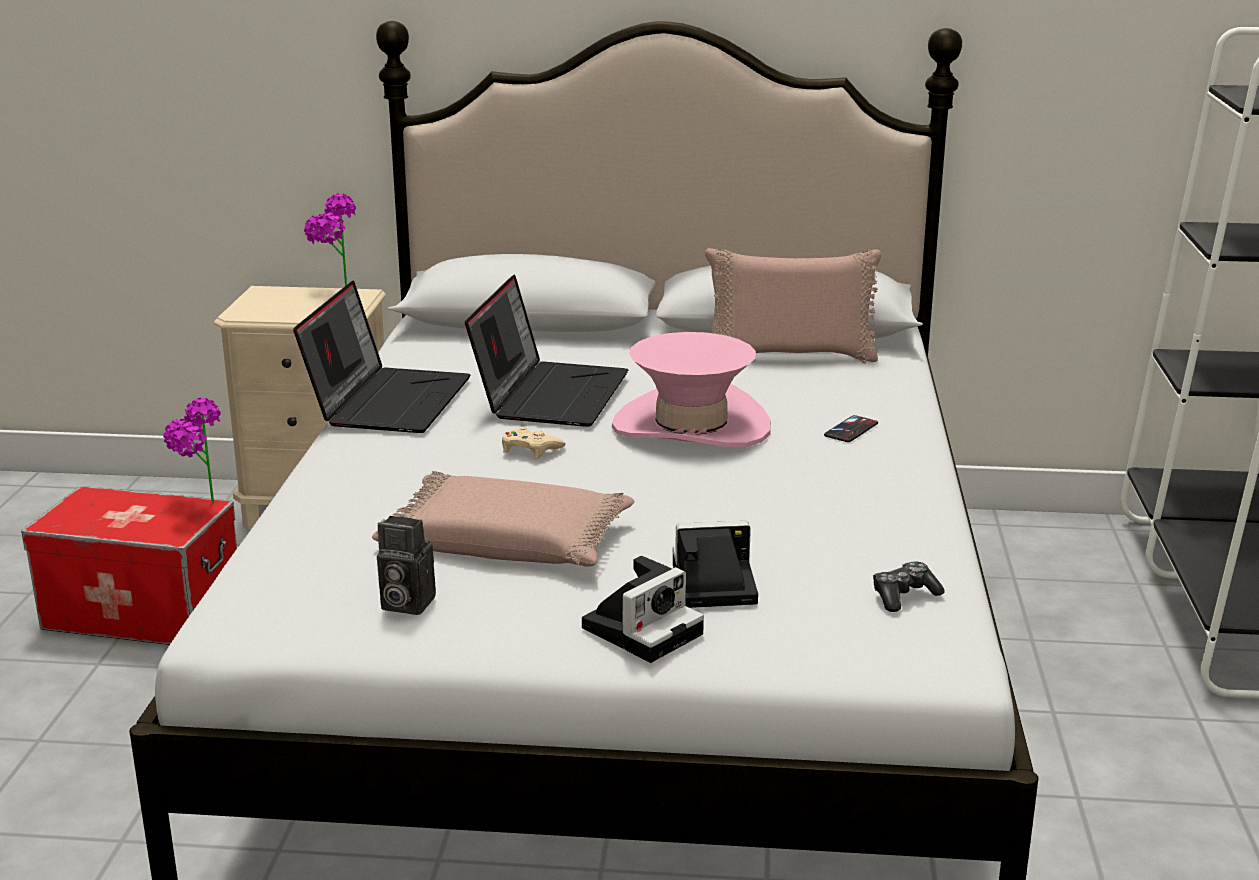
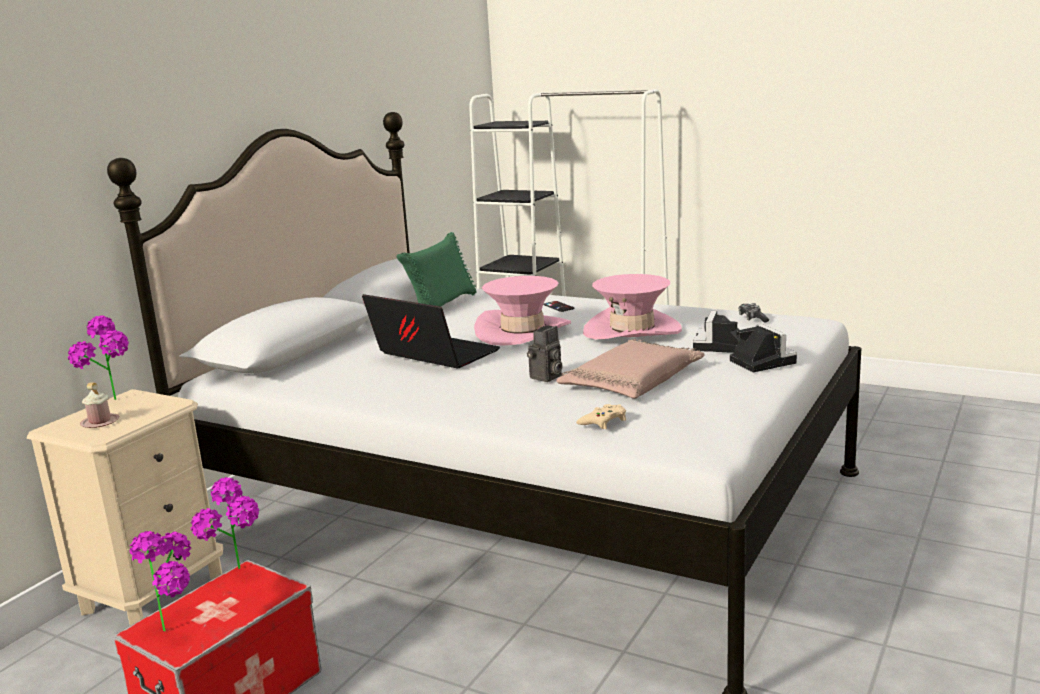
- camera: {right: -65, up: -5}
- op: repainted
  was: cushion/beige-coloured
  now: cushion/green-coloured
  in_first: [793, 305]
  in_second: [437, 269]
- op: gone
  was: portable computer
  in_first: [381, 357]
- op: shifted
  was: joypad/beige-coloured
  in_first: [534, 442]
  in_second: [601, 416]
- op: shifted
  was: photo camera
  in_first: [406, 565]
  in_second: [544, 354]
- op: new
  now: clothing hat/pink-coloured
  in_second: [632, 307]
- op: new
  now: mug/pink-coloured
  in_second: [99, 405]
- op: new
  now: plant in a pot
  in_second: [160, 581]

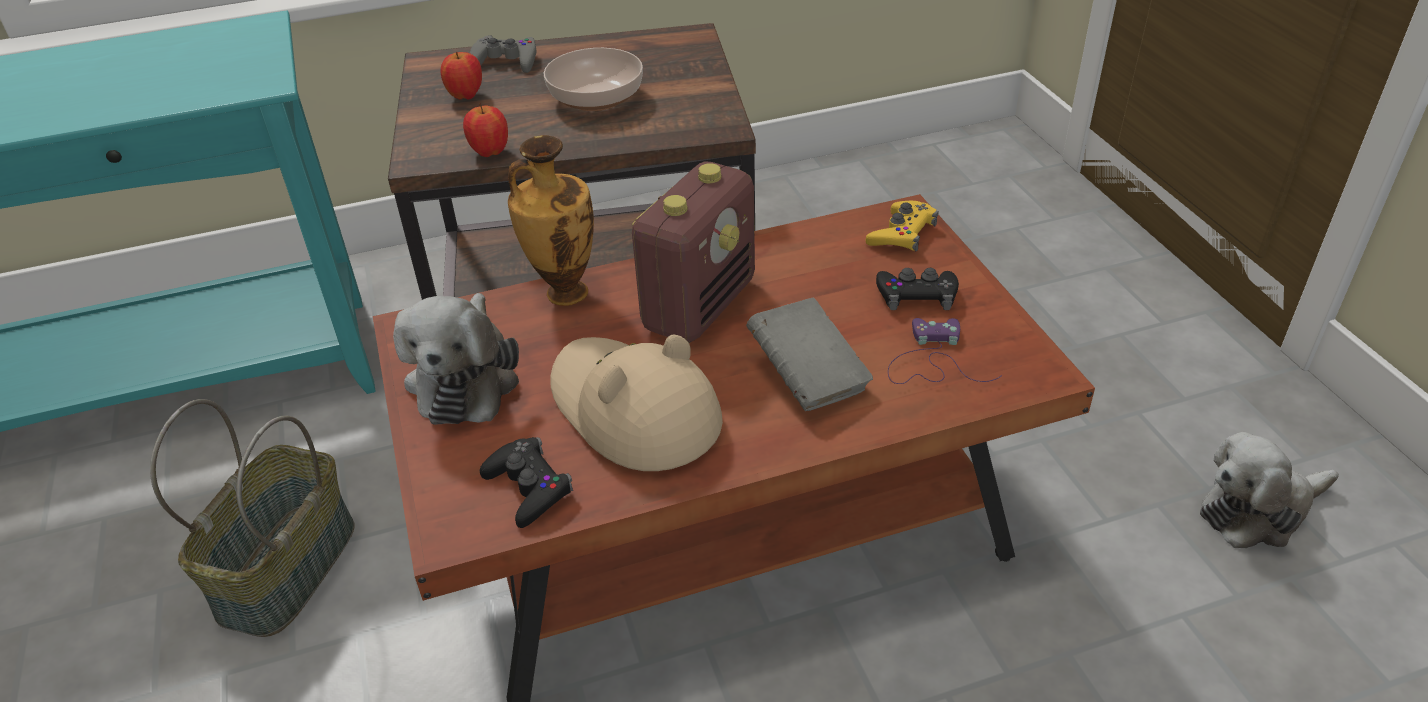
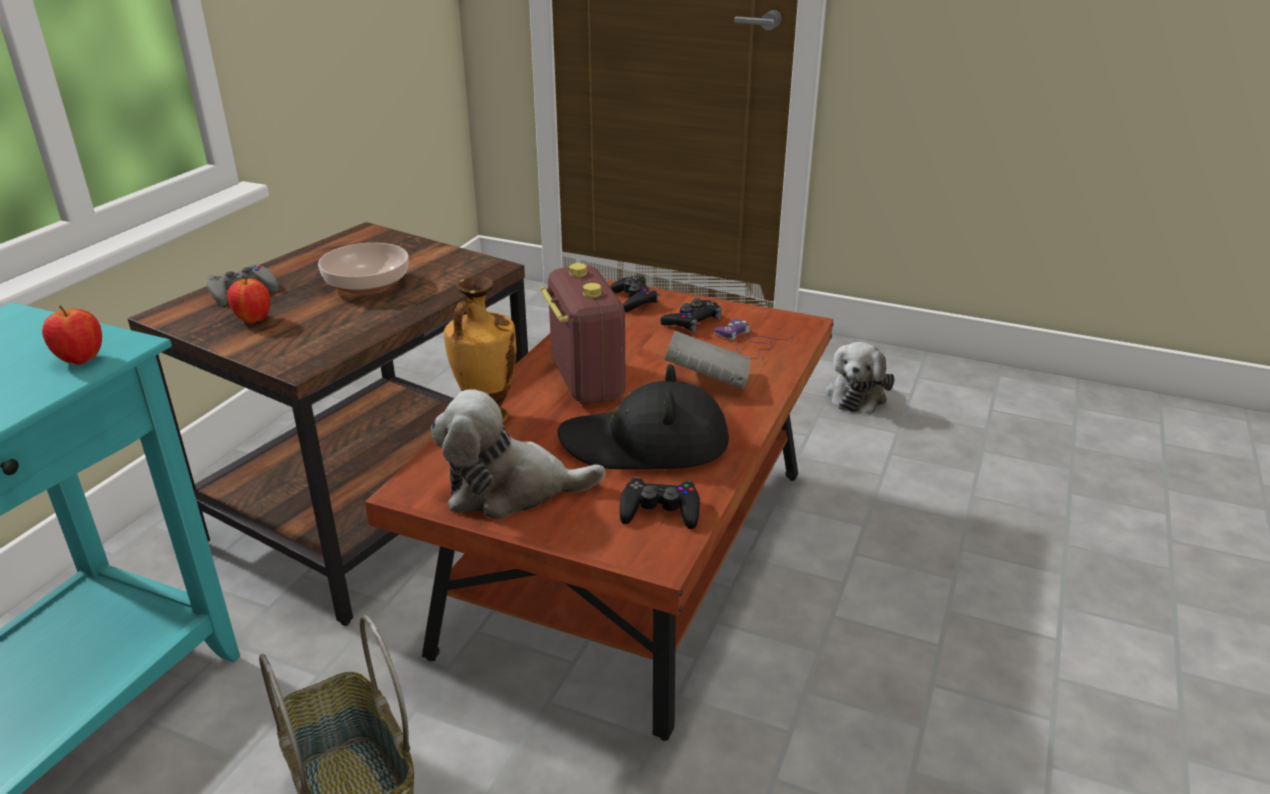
- camera: {right: -50, up: -10}
- op: shifted
  was: apple fruit
  in_first: [485, 130]
  in_second: [72, 335]
- op: repainted
  was: joypad/yellow
  now: joypad/blackish
  in_first: [902, 226]
  in_second: [634, 294]
- op: rotated
  was: plush toy
  in_first: [456, 359]
  in_second: [518, 454]
  clockwise: 135
- op: repainted
  was: clothing hat/beige-coloured
  now: clothing hat/blackish
  in_first: [636, 403]
  in_second: [643, 416]

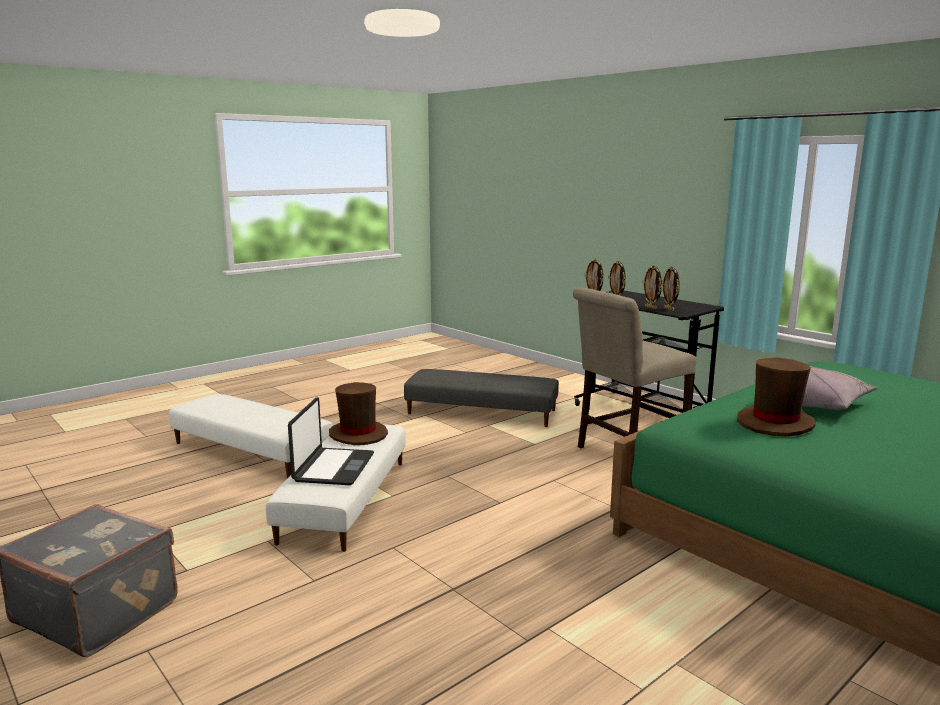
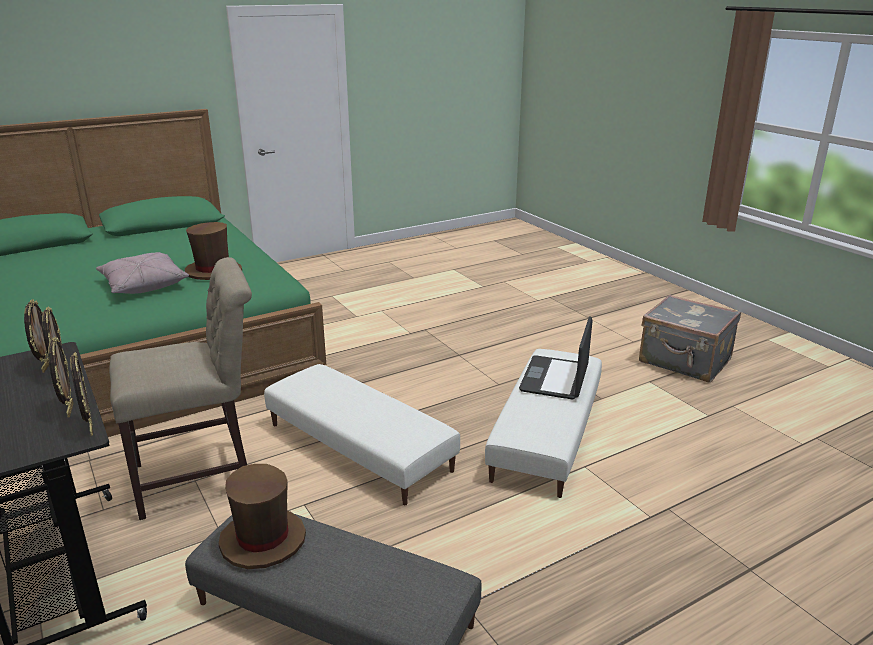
- camera: {right: -170, up: 10}
- op: shifted
  was: clothing hat/brown-coloured
  in_first: [358, 413]
  in_second: [262, 516]
- op: shifted
  was: footrest/whitish
  in_first: [251, 436]
  in_second: [362, 434]

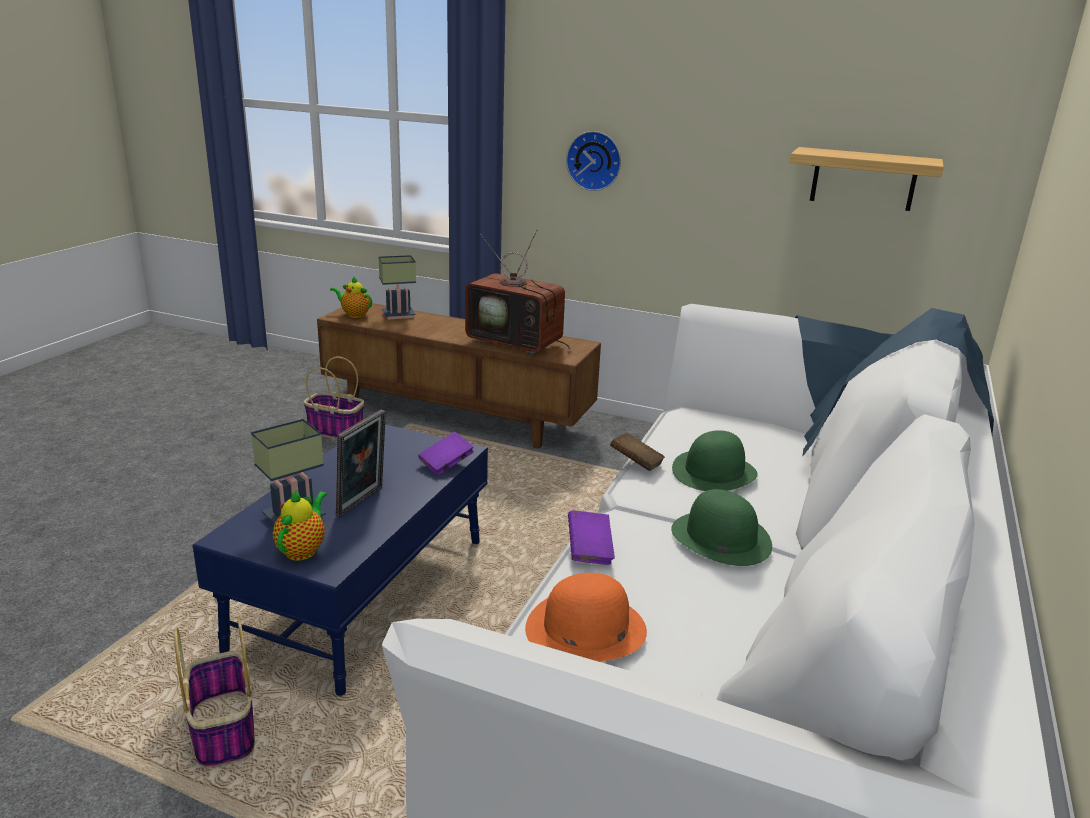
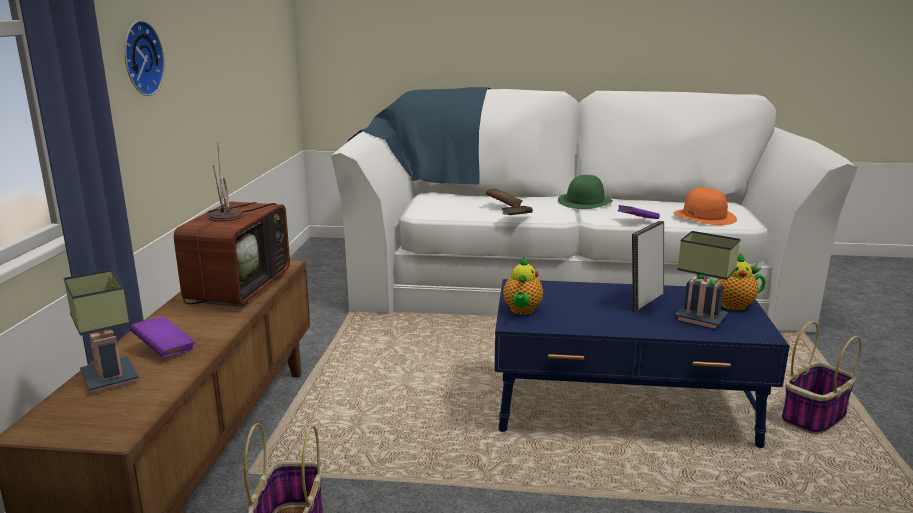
- camera: {right: -105, up: -5}
- op: gone
  was: wall shelf
  in_first: [867, 179]
- op: shifted
  was: teapot
  in_first: [351, 297]
  in_second: [523, 286]
- op: rotated
  was: standing frame
  in_first: [361, 463]
  in_second: [648, 266]
  clockwise: -60
- op: swapped
  was: clothing hat/green-coloured
  now: volume/brown-coloured
  in_first: [715, 460]
  in_second: [504, 197]
- op: shifted
  was: volume/purple
  in_first: [446, 453]
  in_second: [162, 337]

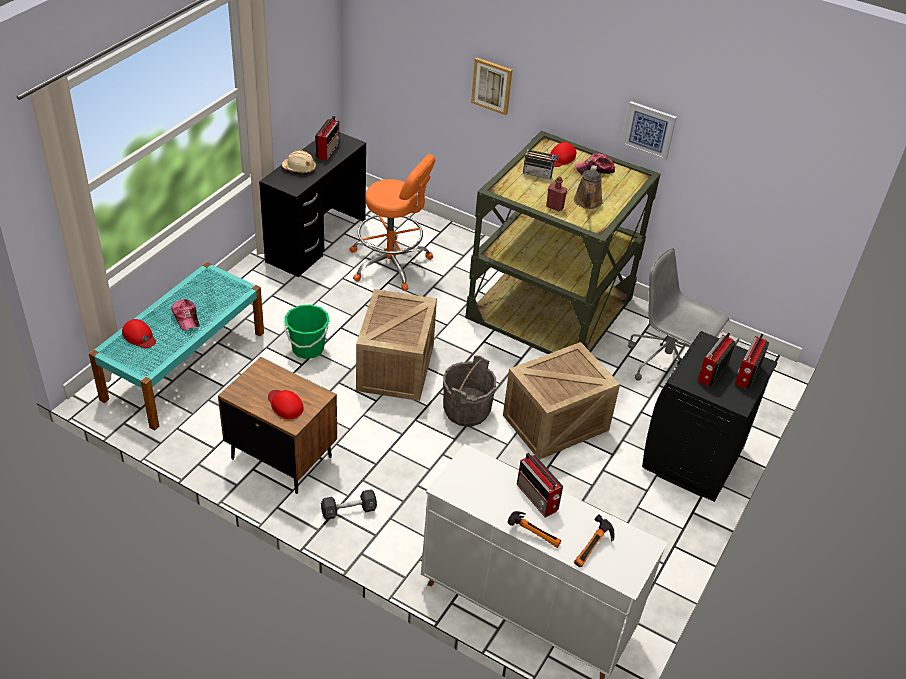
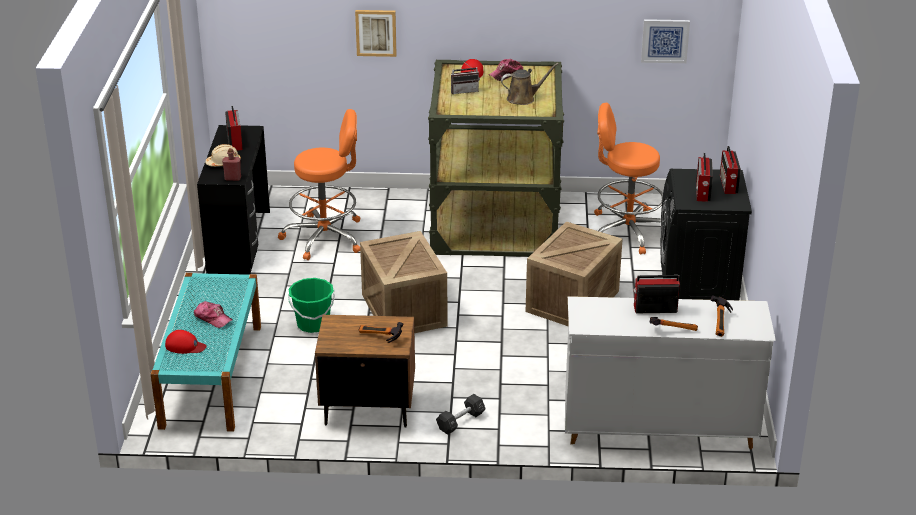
- camera: {right: -25, up: -10}
- op: shifted
  was: picture
  in_first: [649, 131]
  in_second: [665, 41]
- op: rotated
  was: watering can/brown-coloured
  in_first: [588, 187]
  in_second: [530, 84]
  clockwise: -90
- op: shifted
  was: drink bottle/red-coloured
  in_first: [556, 193]
  in_second: [231, 164]
- op: swapped
  was: desk chair/gray
  now: stool/orangey
  in_first: [679, 314]
  in_second: [628, 179]
- op: gone
  was: water bucket/gray
  in_first: [469, 391]
- op: swapped
  was: peaked cap/red-coloured
  now: hammer
  in_first: [286, 404]
  in_second: [381, 332]
- op: rotated
  was: radio
  in_first: [540, 485]
  in_second: [656, 294]
  clockwise: 150

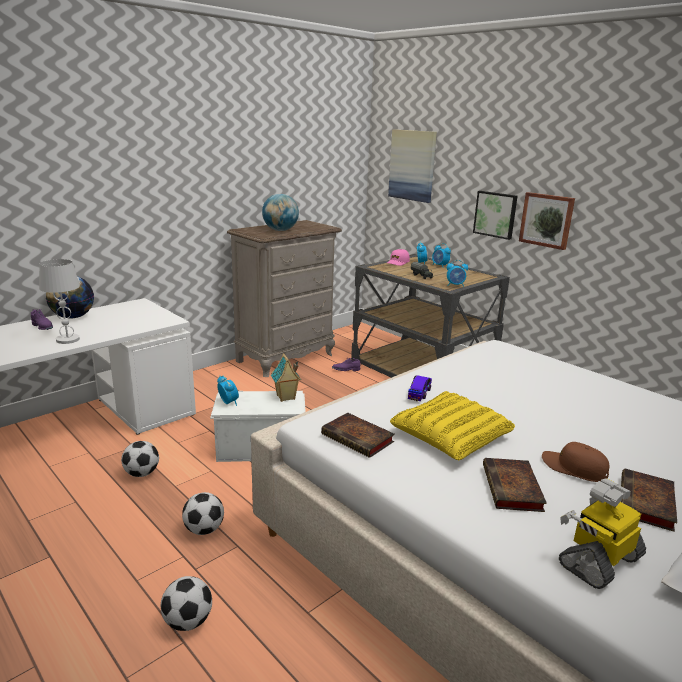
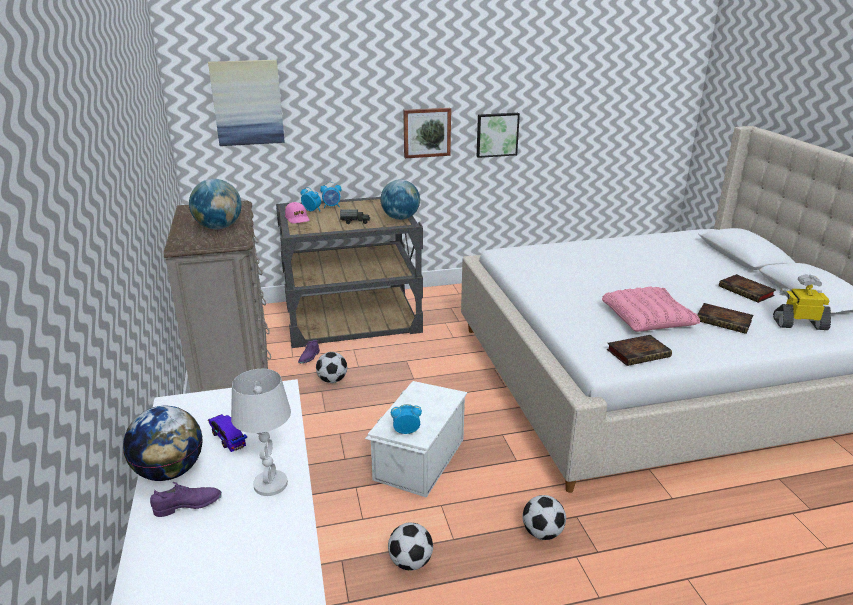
- camera: {right: -60, up: 5}
- op: shifted
  was: picture
  in_first: [495, 215]
  in_second: [498, 135]
- op: swapped
  was: bedside clock
  now: world globe
  in_first: [457, 273]
  in_second: [400, 200]
- op: gone
  was: miniature house
  in_first: [286, 377]
- op: shifted
  was: miniature car
  in_first: [420, 388]
  in_second: [227, 433]
- op: repainted
  was: cushion/yellow
  now: cushion/pink-coloured
  in_first: [452, 425]
  in_second: [651, 309]
- op: gone
  was: peaked cap/brown-coloured
  in_first: [576, 462]
- op: rotated
  was: toy robot
  in_first: [602, 533]
  in_second: [802, 302]
  clockwise: 105
- op: shifted
  was: ball for football
  in_first: [186, 603]
  in_second: [331, 367]

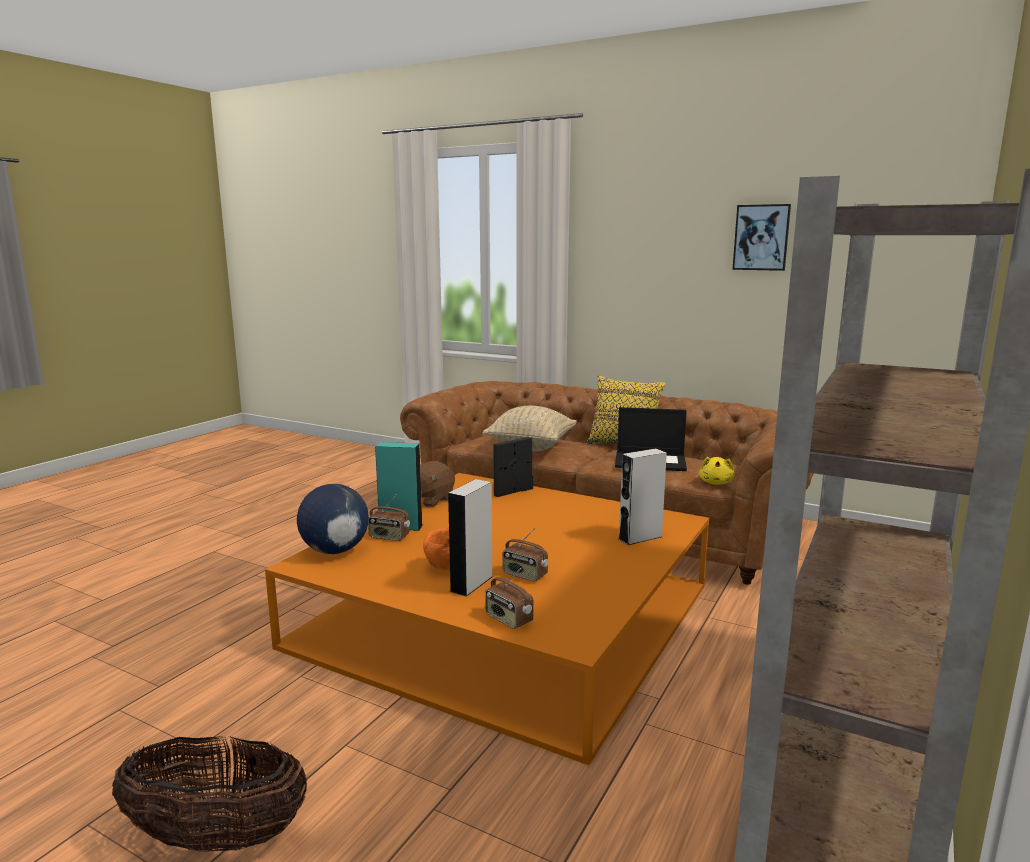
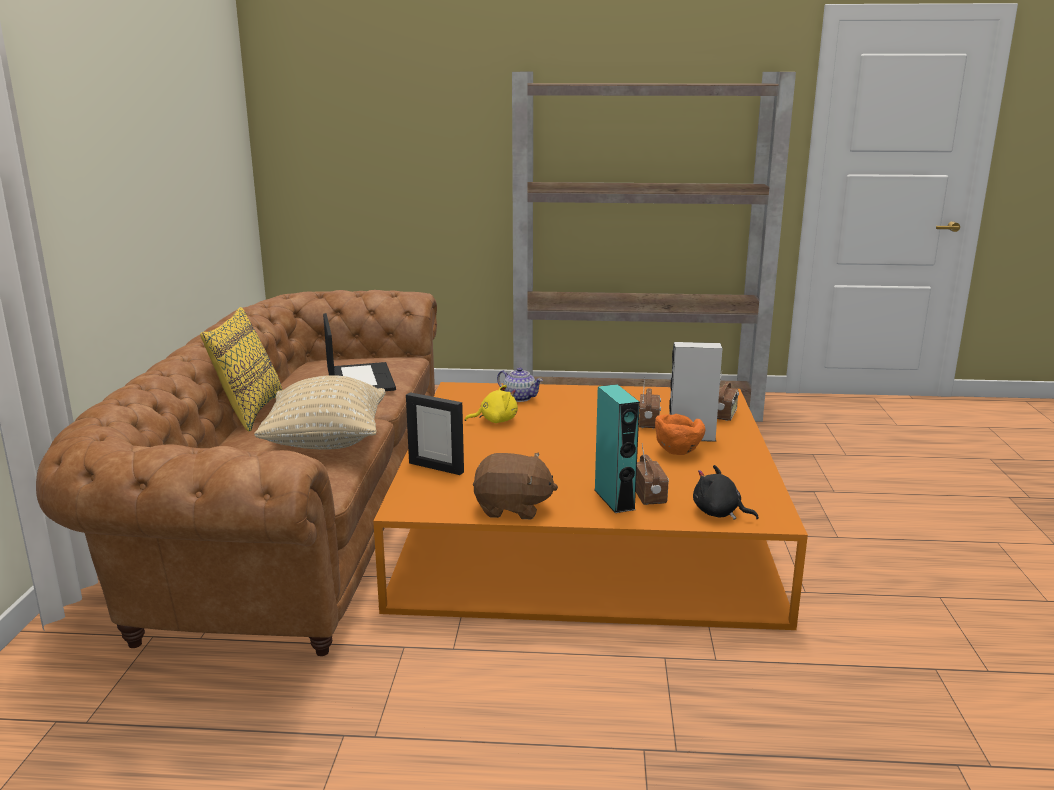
- camera: {right: -115, up: 5}
- op: gone
  was: picture
  in_first: [761, 237]
- op: swapped
  was: audio speaker/gray
  now: teapot
  in_first: [642, 496]
  in_second: [520, 384]
- op: shifted
  was: plush toy/yellow
  in_first: [717, 471]
  in_second: [491, 404]
- op: swapped
  was: world globe
  now: plush toy/blackish
  in_first: [333, 519]
  in_second: [726, 492]
- op: gone
  was: basket
  in_first: [209, 794]

